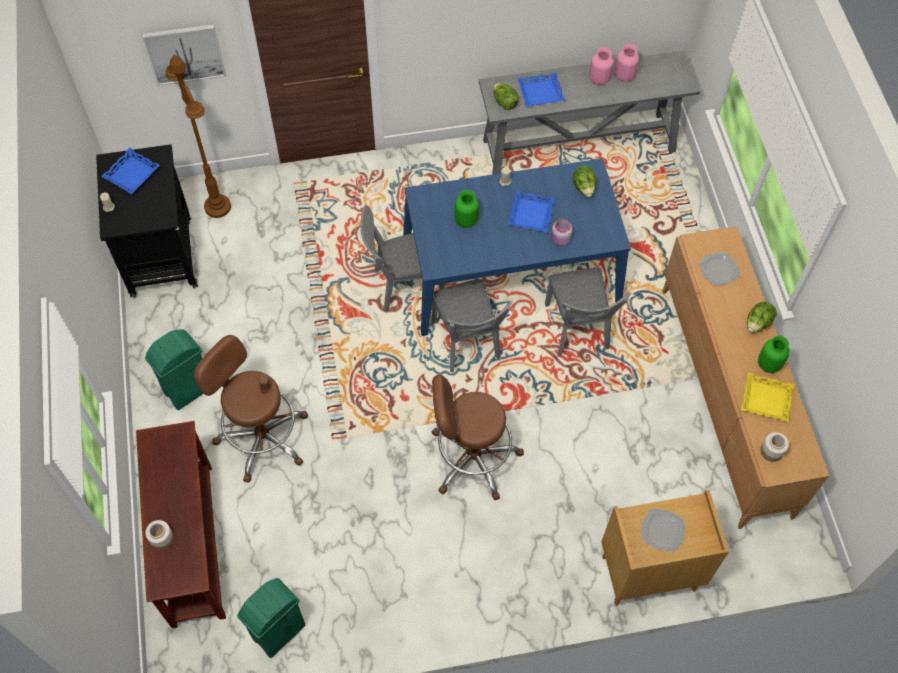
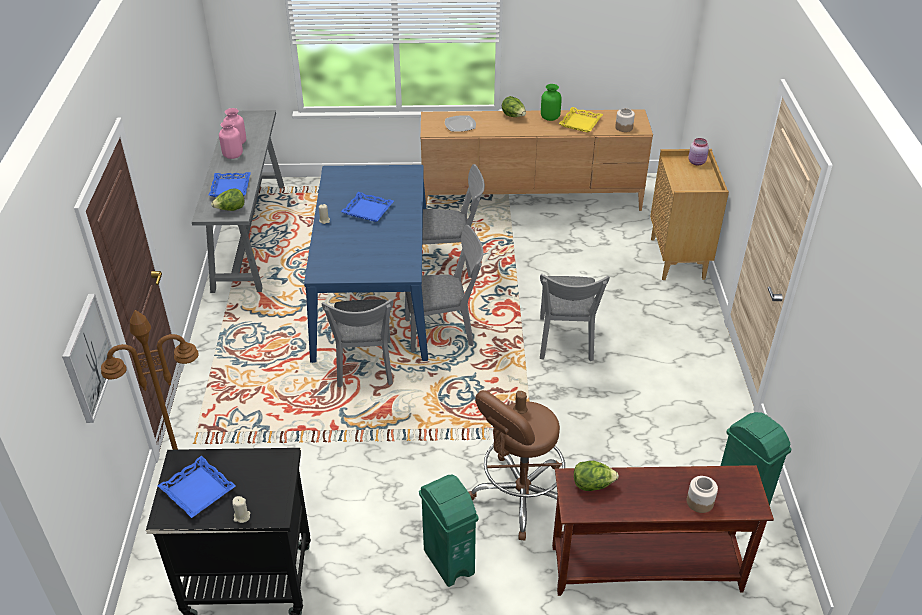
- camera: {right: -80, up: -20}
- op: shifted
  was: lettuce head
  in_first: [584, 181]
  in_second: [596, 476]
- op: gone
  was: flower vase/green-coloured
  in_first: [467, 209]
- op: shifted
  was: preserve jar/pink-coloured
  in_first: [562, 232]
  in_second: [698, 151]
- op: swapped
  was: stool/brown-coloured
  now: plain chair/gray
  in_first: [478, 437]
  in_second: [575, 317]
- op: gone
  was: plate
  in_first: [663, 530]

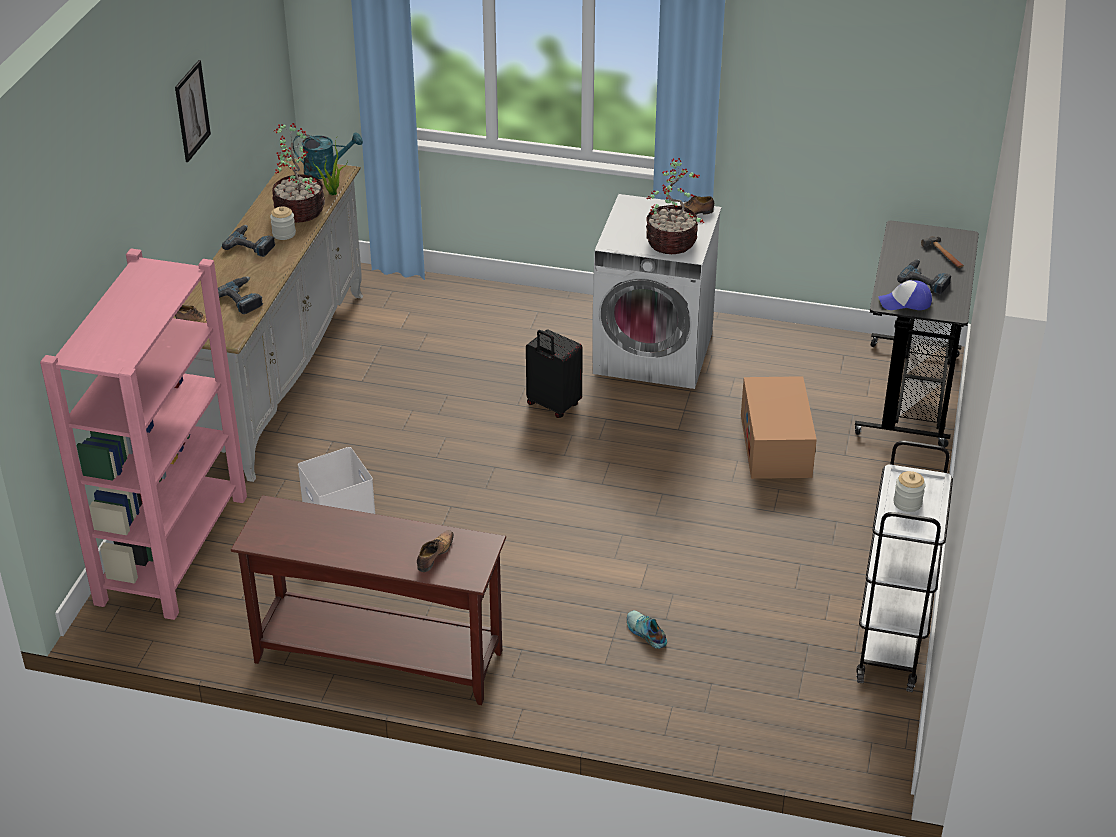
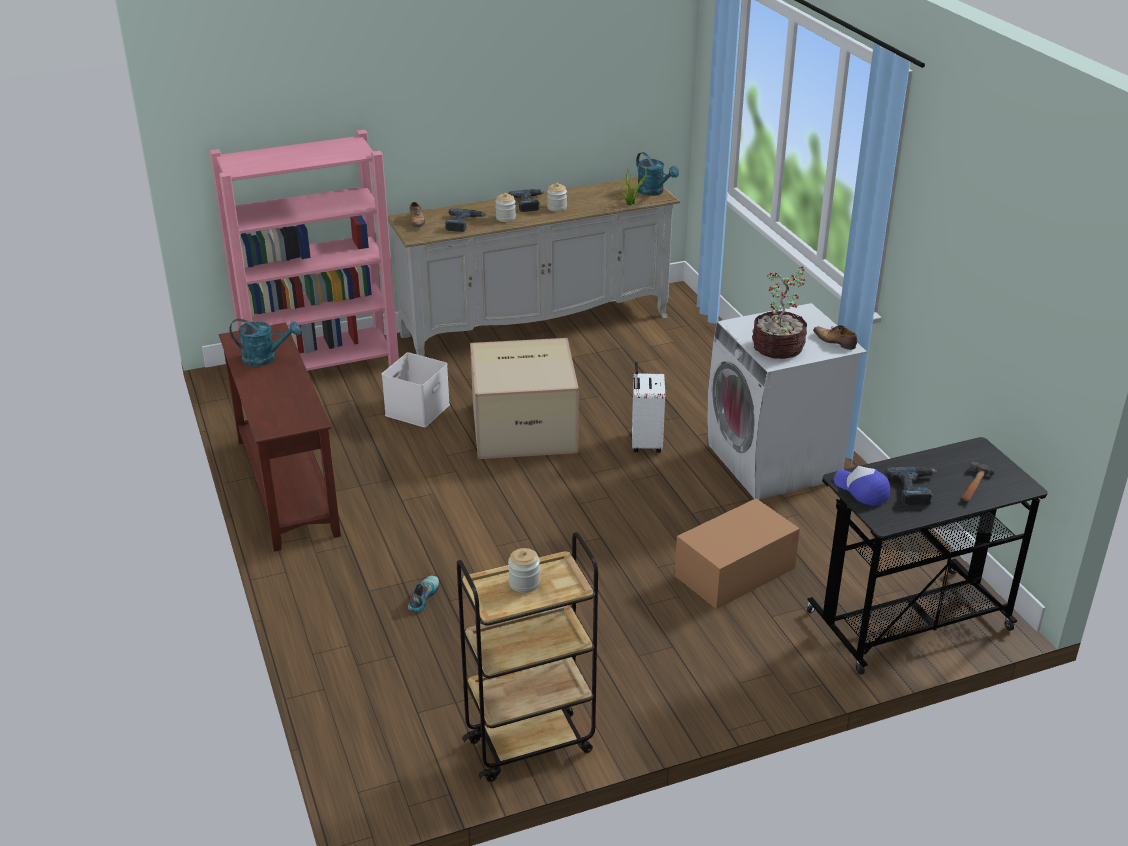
- camera: {right: 55, up: -5}
- op: gone
  was: picture
  in_first: [193, 111]
- op: gone
  was: plant in a pot
  in_first: [298, 173]
- op: repainted
  was: travel case/blackish
  now: travel case/whitish
  in_first: [554, 374]
  in_second: [648, 407]
- op: repainted
  was: trolley/whitish
  now: trolley/brown-coloured
  in_first: [904, 566]
  in_second: [527, 657]
- op: gone
  was: shoe
  in_first: [435, 551]
- op: new
  now: preserve jar
  in_second: [505, 207]
- op: new
  now: watering can/blue-green
  in_second: [265, 343]
- op: new
  now: carton
  in_second: [524, 398]

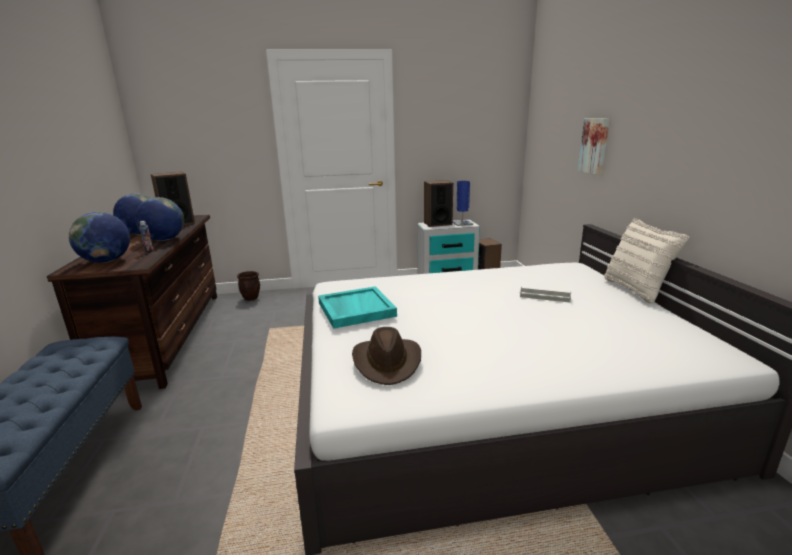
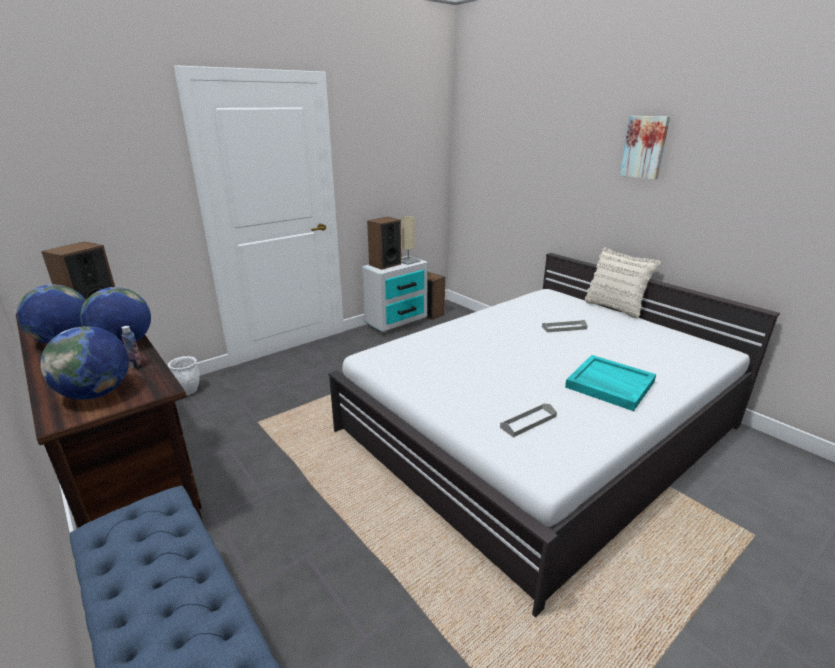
- camera: {right: -30, up: 5}
- op: shifted
  was: picture
  in_first: [594, 146]
  in_second: [645, 148]
- op: repainted
  was: lamp for a table/bluish
  now: lamp for a table/beige-coloured
  in_first: [462, 203]
  in_second: [411, 240]
- op: repainted
  was: plant pot/brown-coloured
  now: plant pot/whitish
  in_first: [248, 286]
  in_second: [184, 375]
- op: shifted
  was: tray/blue-green
  in_first: [357, 307]
  in_second: [610, 383]
- op: swapped
  was: clothing hat/brown-coloured
  now: tray/gray
  in_first: [386, 356]
  in_second: [528, 420]

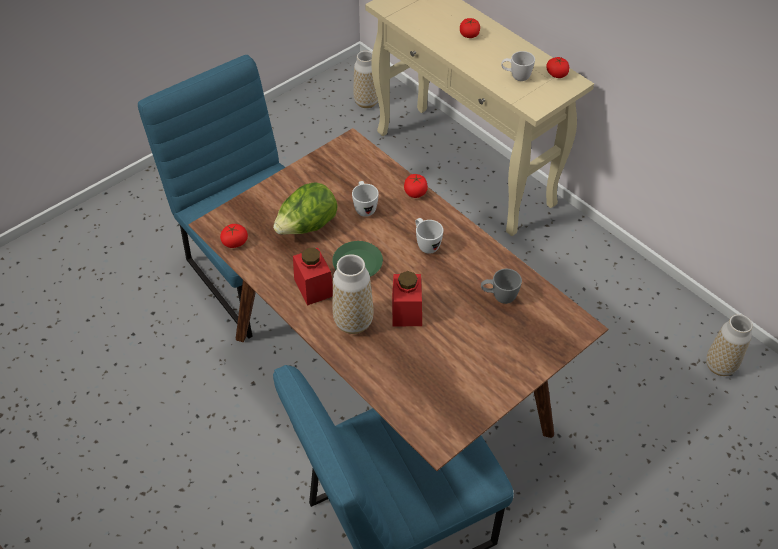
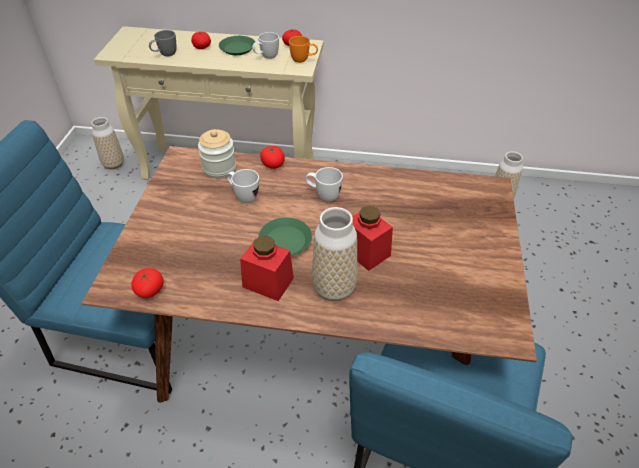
- camera: {right: -40, up: -5}
- op: gone
  was: lettuce head
  in_first: [305, 209]
- op: shifted
  was: mug/gray
  in_first: [501, 286]
  in_second: [162, 43]
- op: new
  now: plate/green-coloured
  in_second: [237, 45]
- op: new
  now: mug/orangey
  in_second: [303, 49]
- op: new
  now: preserve jar
  in_second: [217, 154]

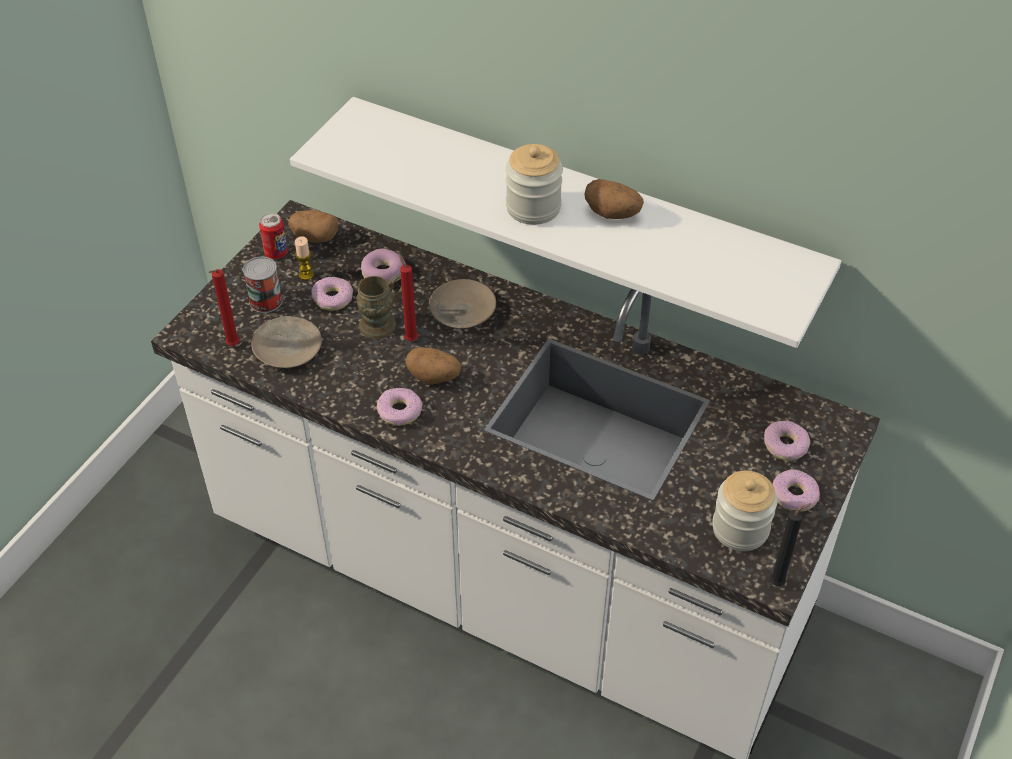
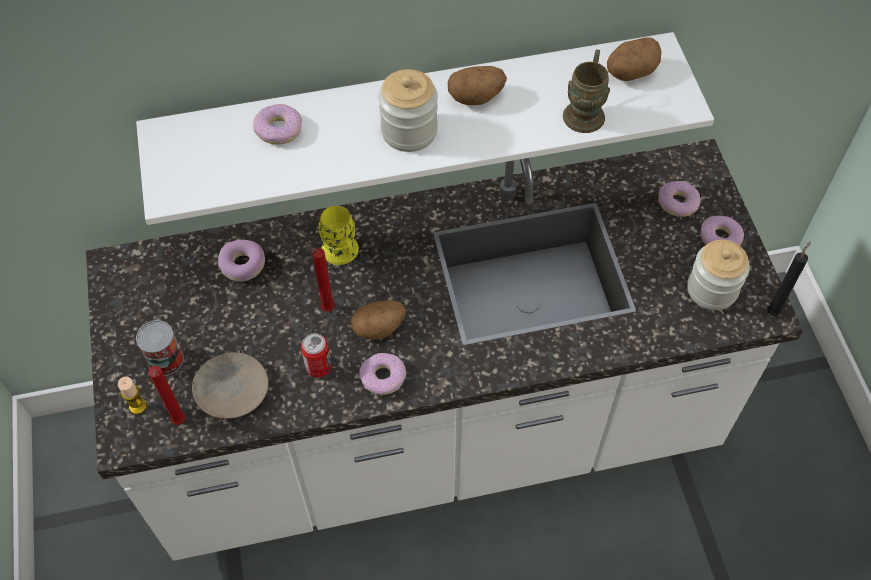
- camera: {right: -40, up: 10}
- op: shifted
  was: spud
  in_first: [313, 226]
  in_second: [634, 59]
- op: shifted
  was: metal can
  in_first: [273, 236]
  in_second: [316, 355]
- op: shifted
  was: wax light
  in_first: [304, 258]
  in_second: [132, 395]
- op: shifted
  was: mug/brown-coloured
  in_first: [379, 306]
  in_second: [586, 91]
- op: shifted
  was: donut
  in_first: [332, 293]
  in_second: [277, 124]
- op: swapped
  was: plate/beige-coloured
  now: mug/yellow
  in_first: [462, 304]
  in_second: [339, 235]

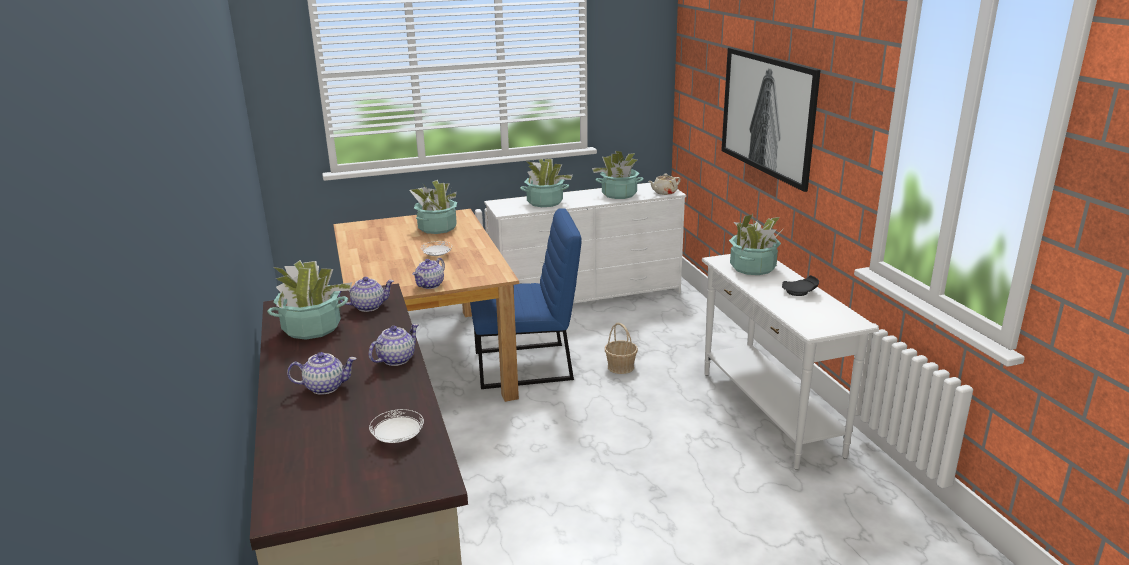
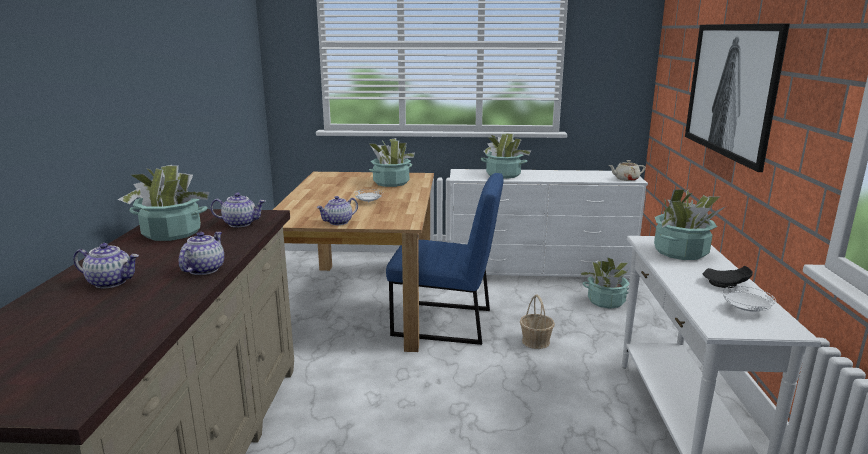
- camera: {right: 20, up: -5}
- op: shifted
  was: plant in a pot
  in_first: [618, 175]
  in_second: [604, 283]
- op: rotated
  was: teapot
  in_first: [394, 345]
  in_second: [201, 253]
  clockwise: -45
- op: shifted
  was: plate/whitish
  in_first: [396, 426]
  in_second: [749, 299]

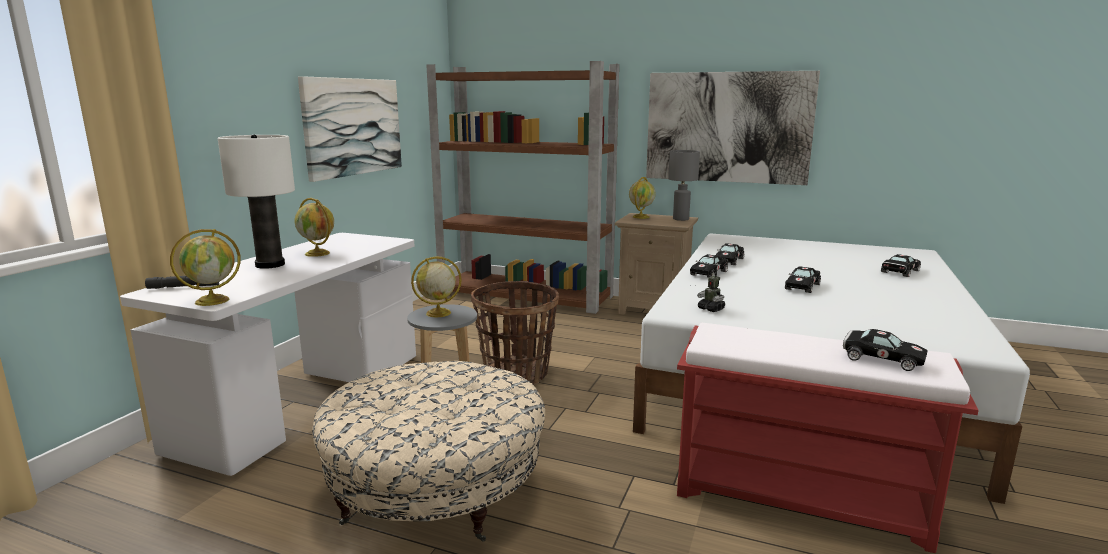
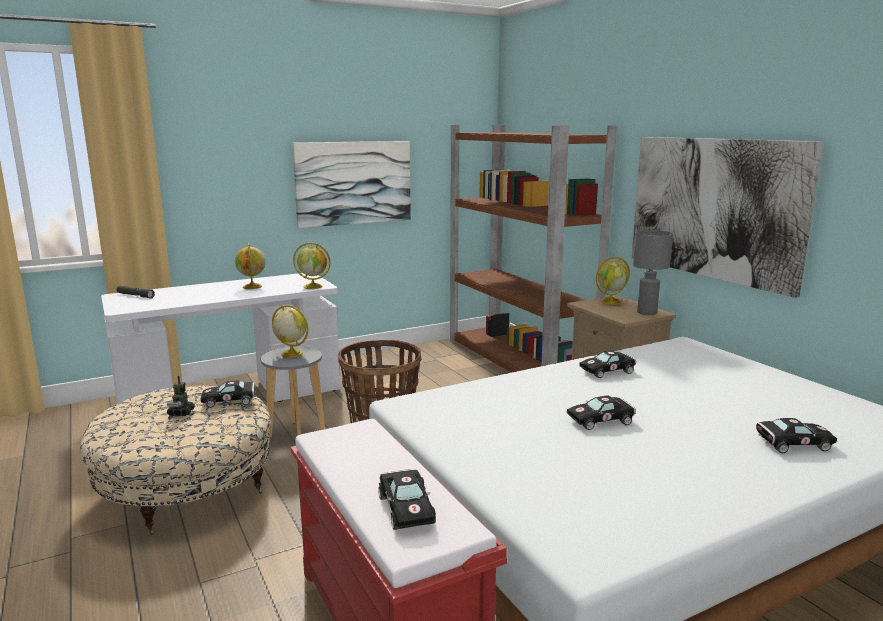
- camera: {right: 40, up: 0}
- op: gone
  was: lamp for a table/whitish
  in_first: [256, 201]
- op: shifted
  was: world globe
  in_first: [205, 267]
  in_second: [312, 266]
- op: shifted
  was: miniature car/blackish
  in_first: [709, 266]
  in_second: [228, 394]
- op: shifted
  was: toy robot
  in_first: [711, 290]
  in_second: [181, 396]

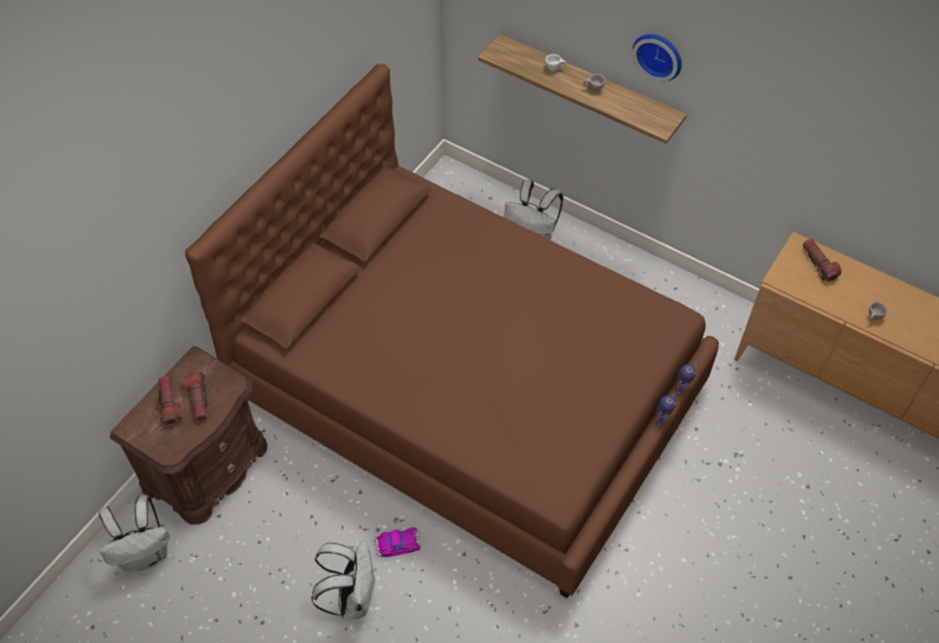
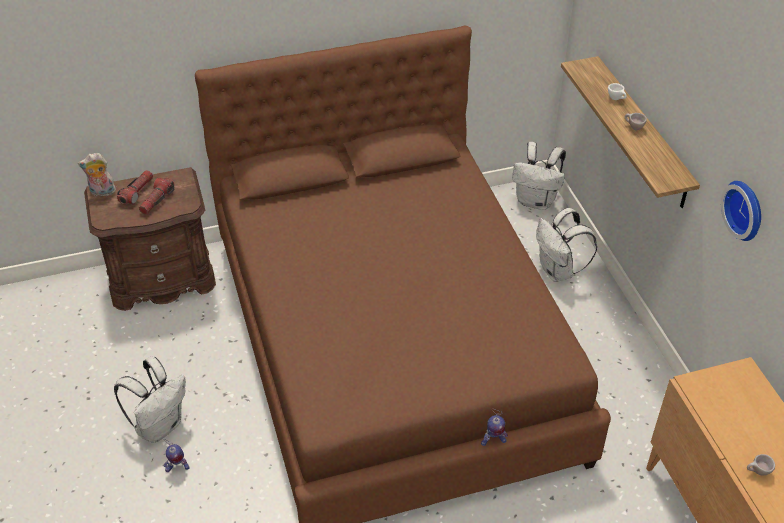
- camera: {right: 40, up: -10}
- op: shifted
  was: clock on the wall
  in_first: [657, 58]
  in_second: [741, 211]
- op: gone
  was: flashlight
  in_first: [822, 260]
- op: shifted
  was: toy robot
  in_first: [687, 378]
  in_second: [176, 455]
- op: shifted
  was: knapsack/whitish
  in_first: [134, 533]
  in_second: [539, 176]
- op: gone
  was: miniature car
  in_first: [398, 542]
- op: new
  now: plush toy
  in_second: [97, 174]

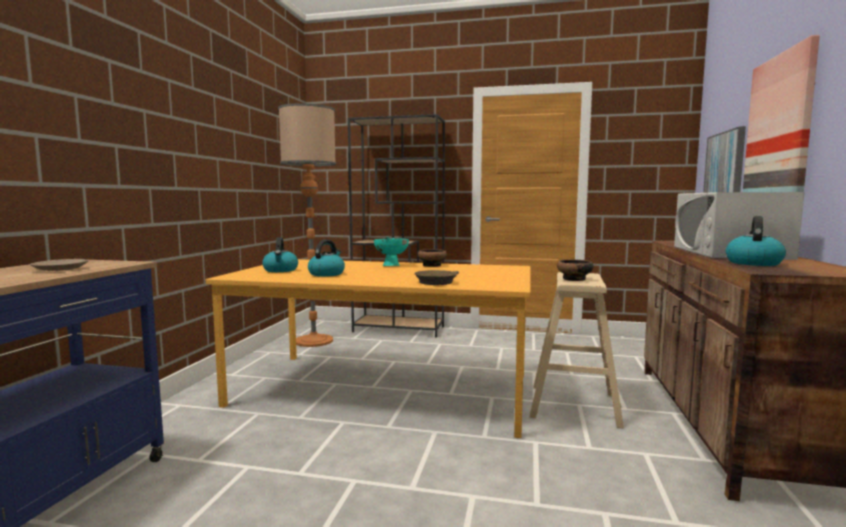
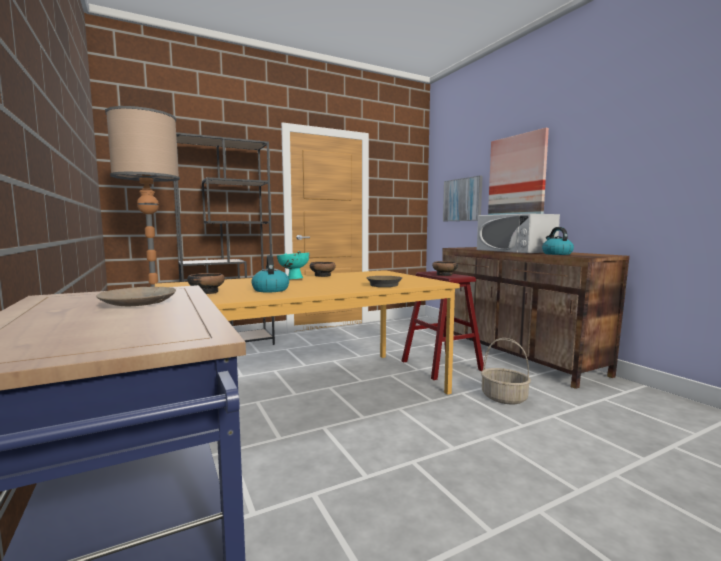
- camera: {right: -40, up: 0}
- op: swapped
  was: kettle
  now: bowl
  in_first: [280, 255]
  in_second: [206, 283]
- op: repainted
  was: stool/beige-coloured
  now: stool/red-coloured
  in_first: [577, 350]
  in_second: [443, 325]
- op: new
  now: basket
  in_second: [506, 371]

